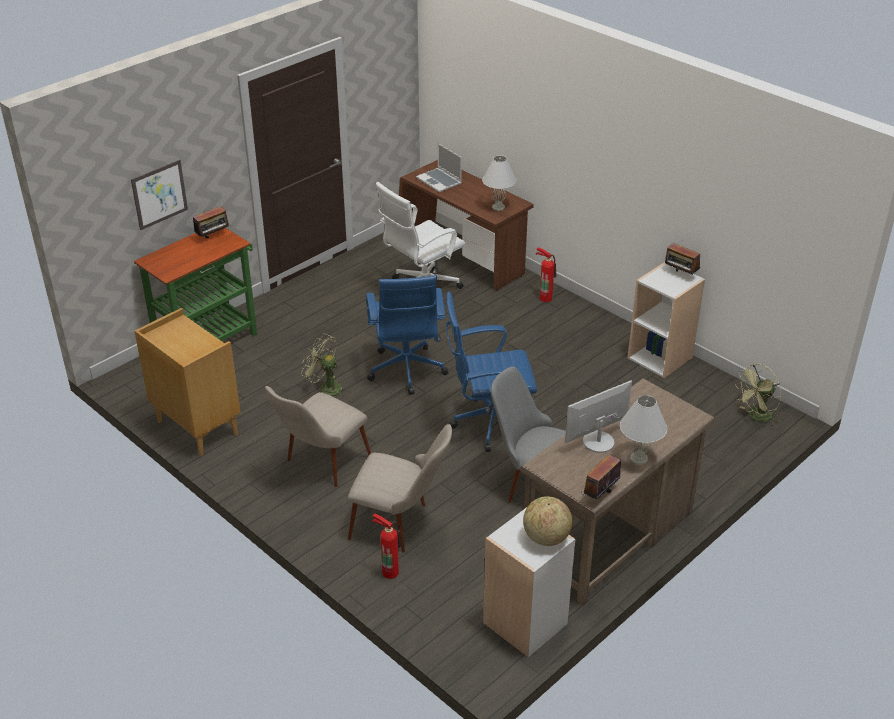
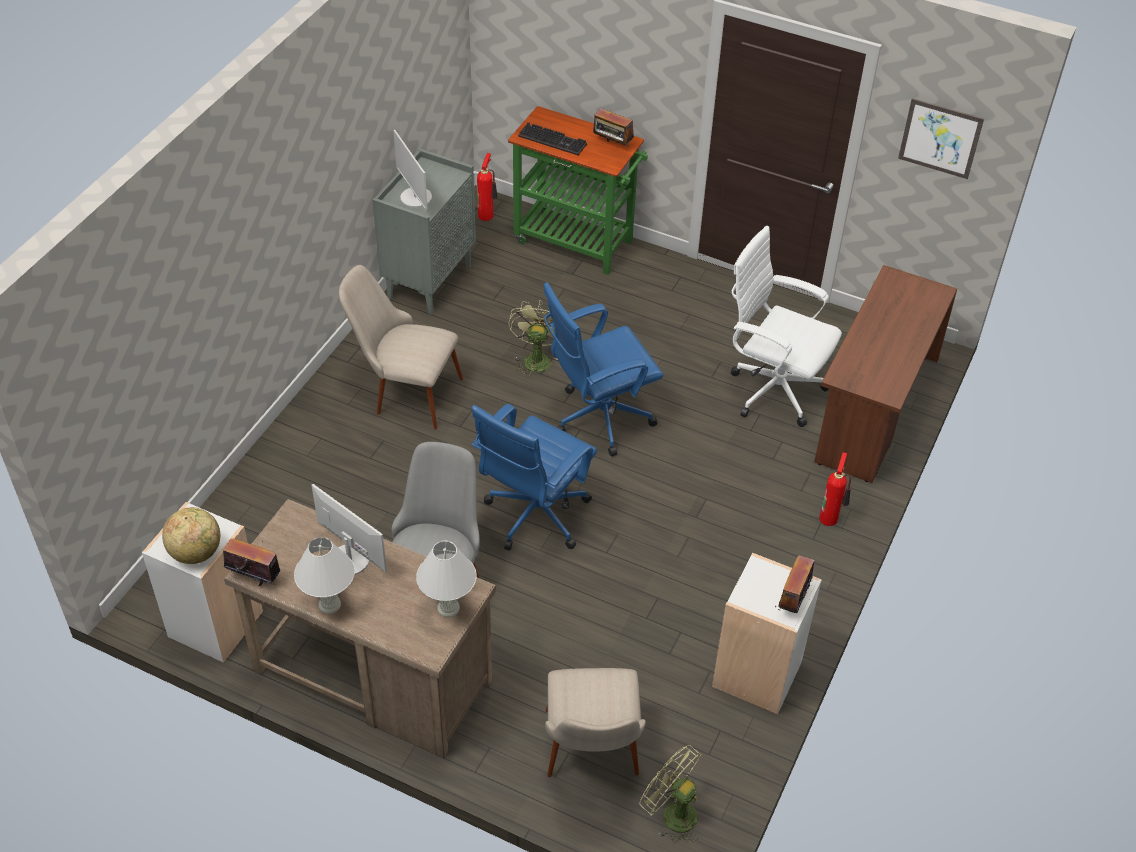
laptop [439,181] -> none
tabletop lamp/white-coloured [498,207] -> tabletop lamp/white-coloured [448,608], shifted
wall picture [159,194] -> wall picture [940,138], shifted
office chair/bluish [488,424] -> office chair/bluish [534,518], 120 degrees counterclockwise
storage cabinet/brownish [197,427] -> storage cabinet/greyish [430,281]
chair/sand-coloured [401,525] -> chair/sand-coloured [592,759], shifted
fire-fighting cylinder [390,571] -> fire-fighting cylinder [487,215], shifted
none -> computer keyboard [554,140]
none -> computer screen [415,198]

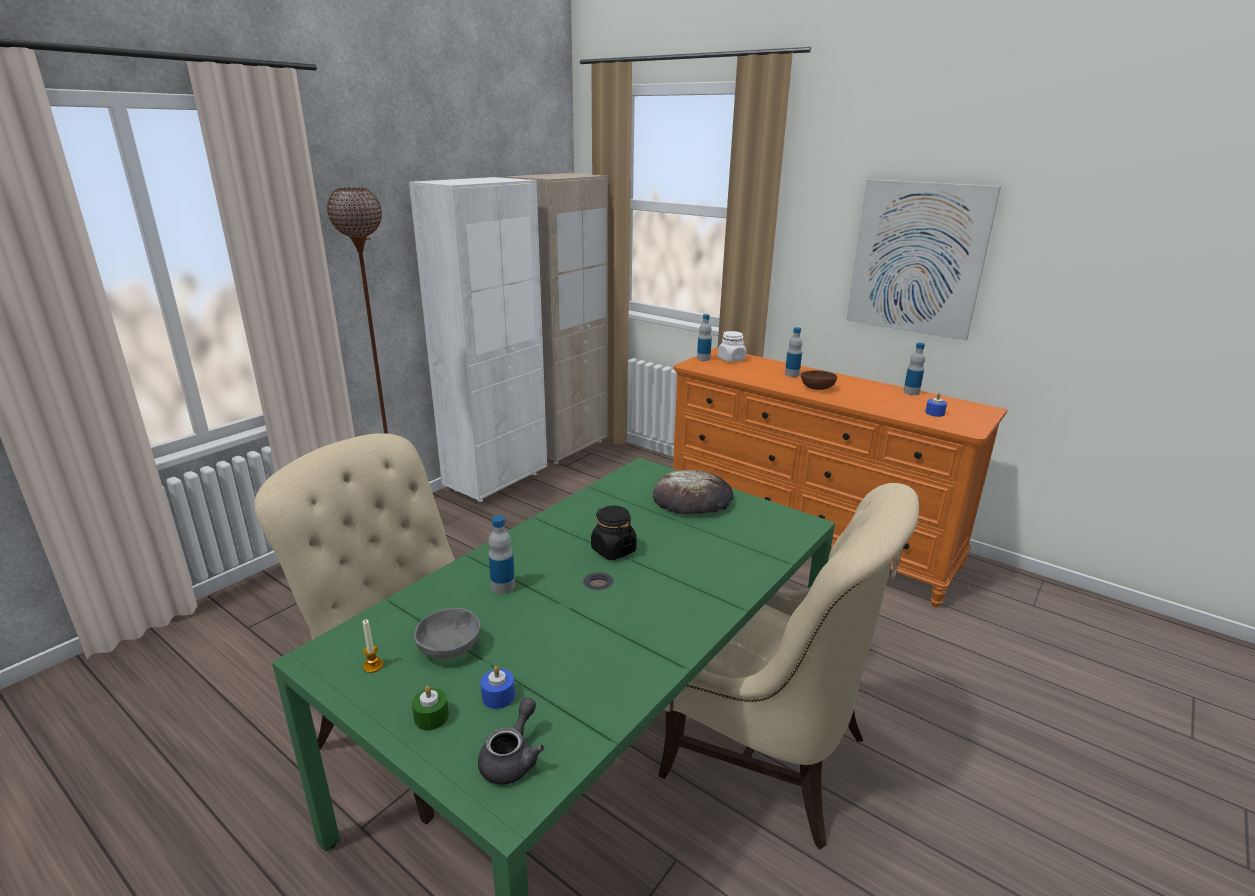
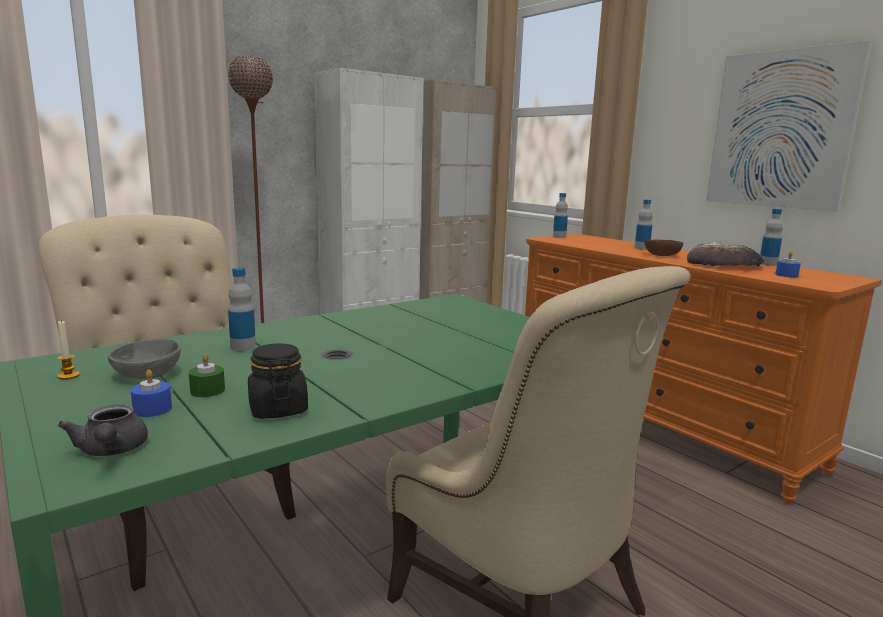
preserve jar/white-coloured [731,359] -> none
bakery bread [693,499] -> bakery bread [724,264], shifted
preserve jar/black [613,550] -> preserve jar/black [278,409], shifted
wax light/green-coloured [431,717] -> wax light/green-coloured [207,390], shifted
teapot/greyish [512,758] -> teapot/greyish [111,451], 120 degrees clockwise

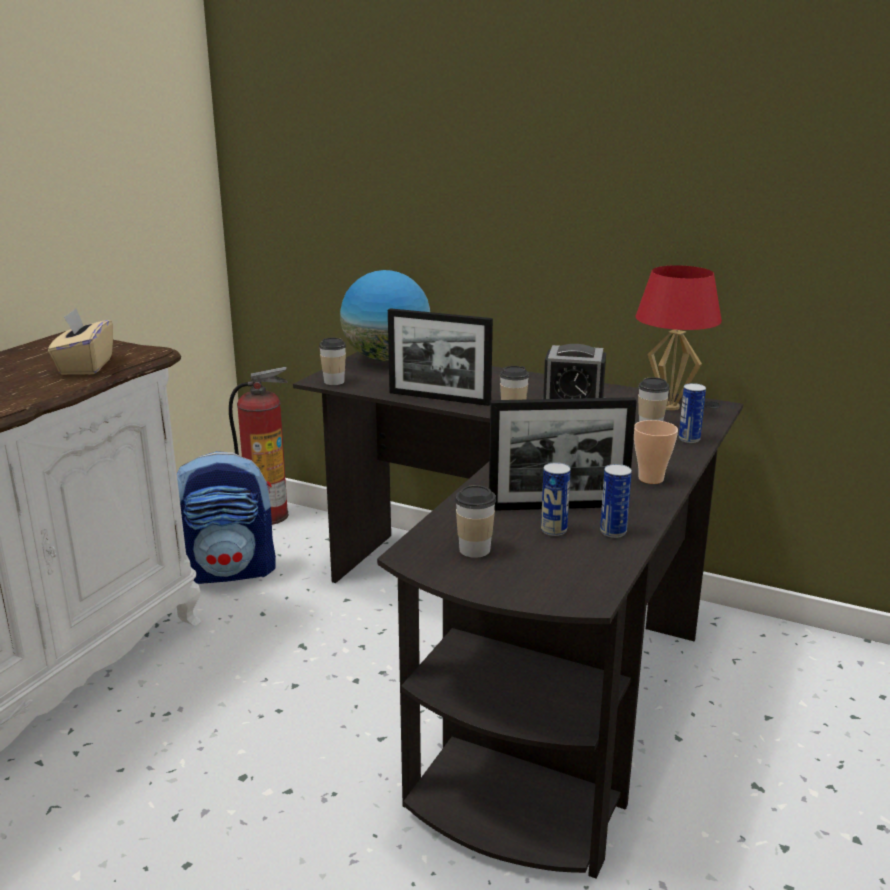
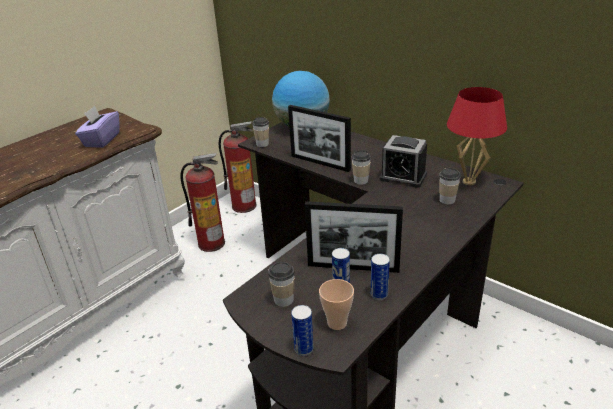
tissue box/sand-coloured [85,366] -> tissue box/purple [101,140]
metal can [689,439] -> metal can [304,349], shifted
small cup [651,479] -> small cup [337,323], shifted
backpack [229,571] -> fire-fighting cylinder [211,243]

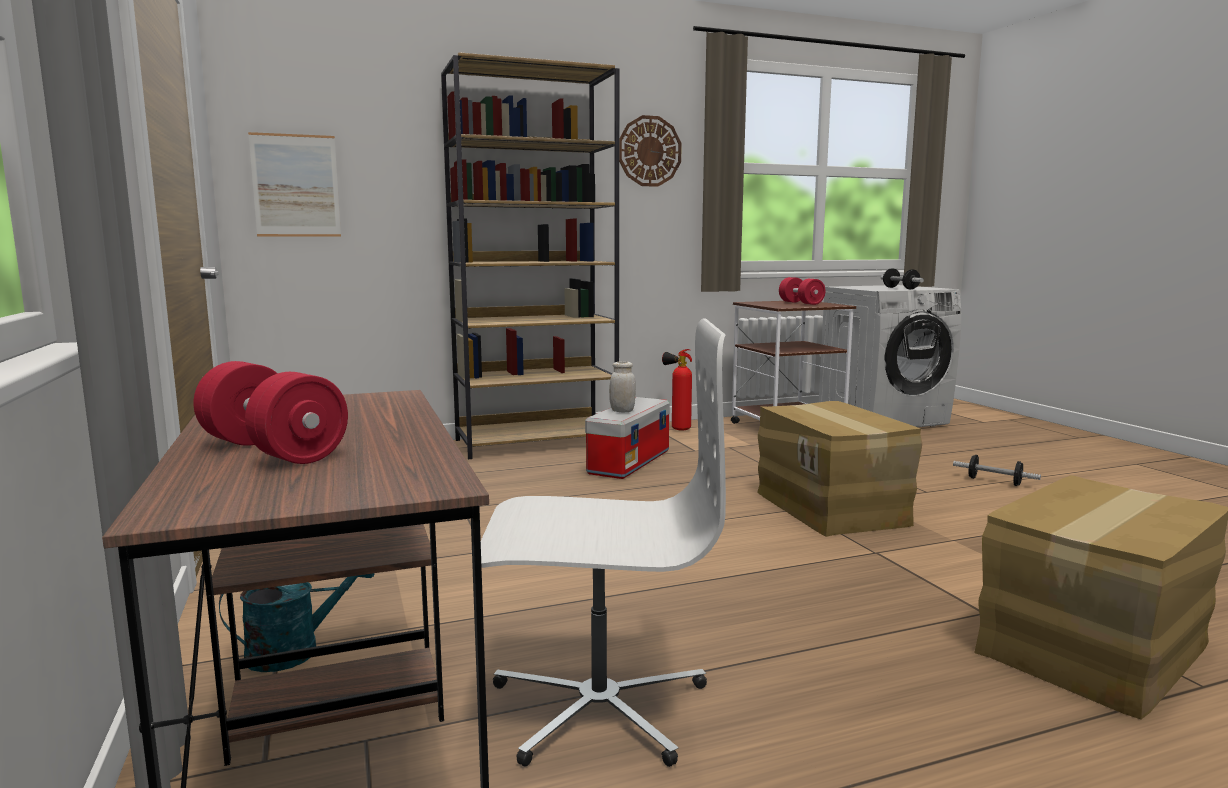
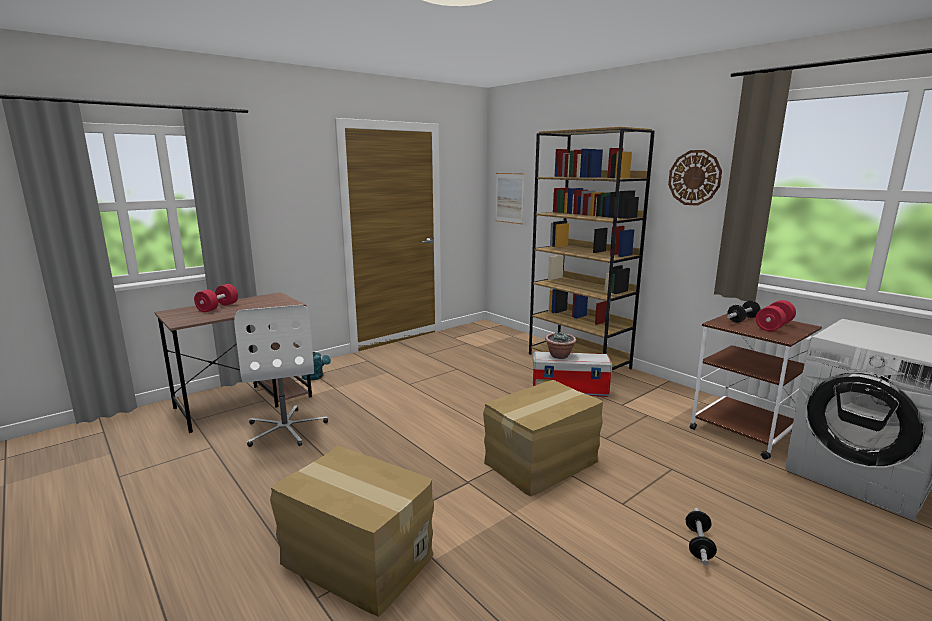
dumbbell [900,288] -> dumbbell [742,319], shifted
fire-fighting cylinder [677,429] -> none
preserve jar/white-coloured [622,411] -> potted plant [559,356]

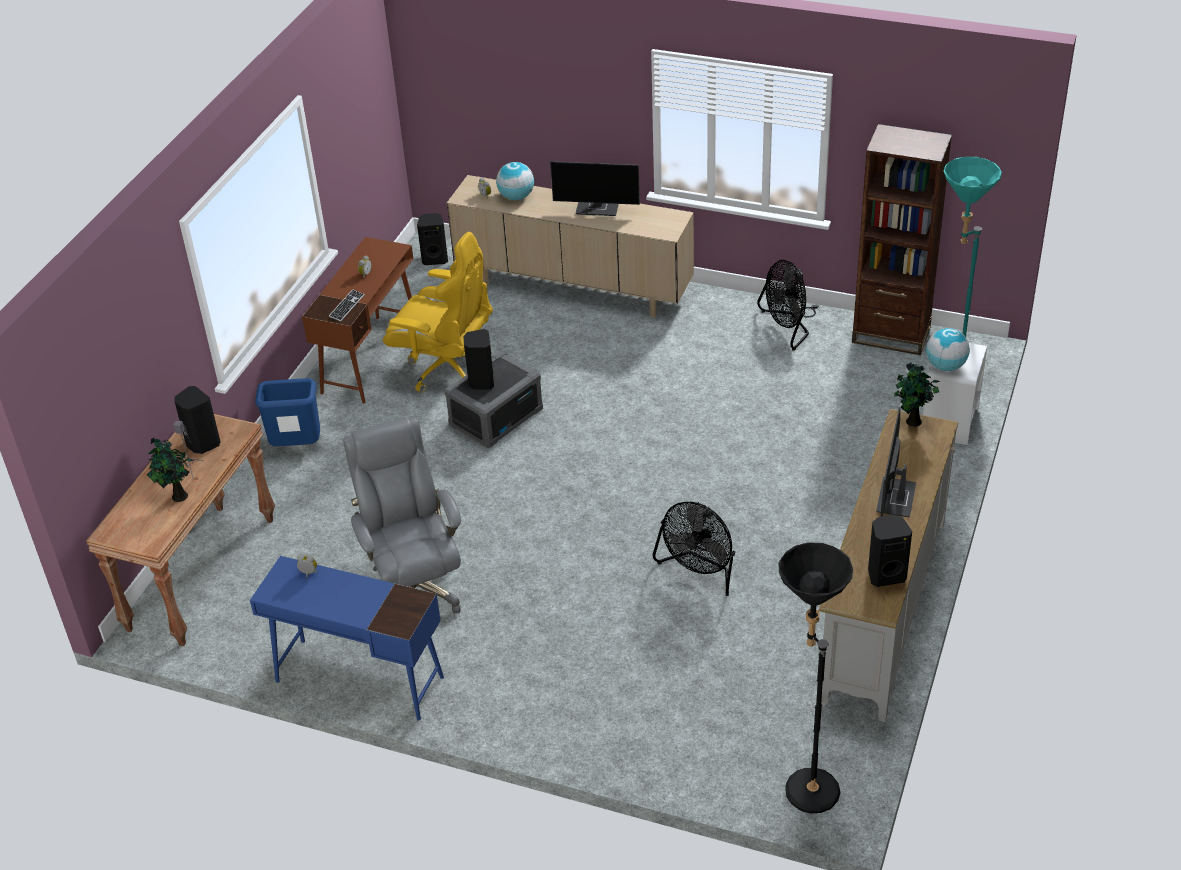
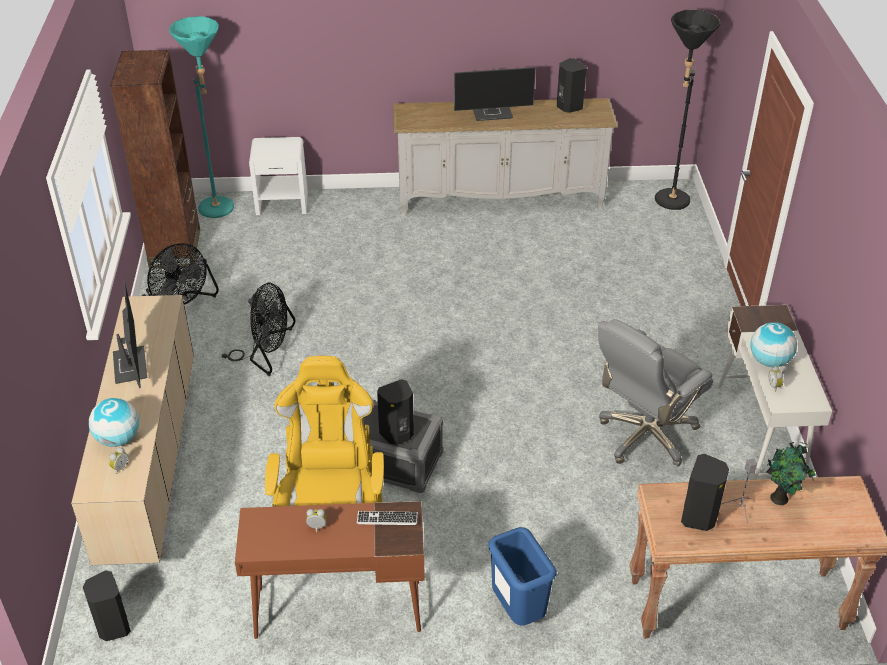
world globe [945,366] -> world globe [769,361], shifted
potted plant [912,422] -> none
fan/black [699,567] -> fan/black [265,351], shifted
desk table/bluish [358,679] -> desk table/white-coloured [759,435]

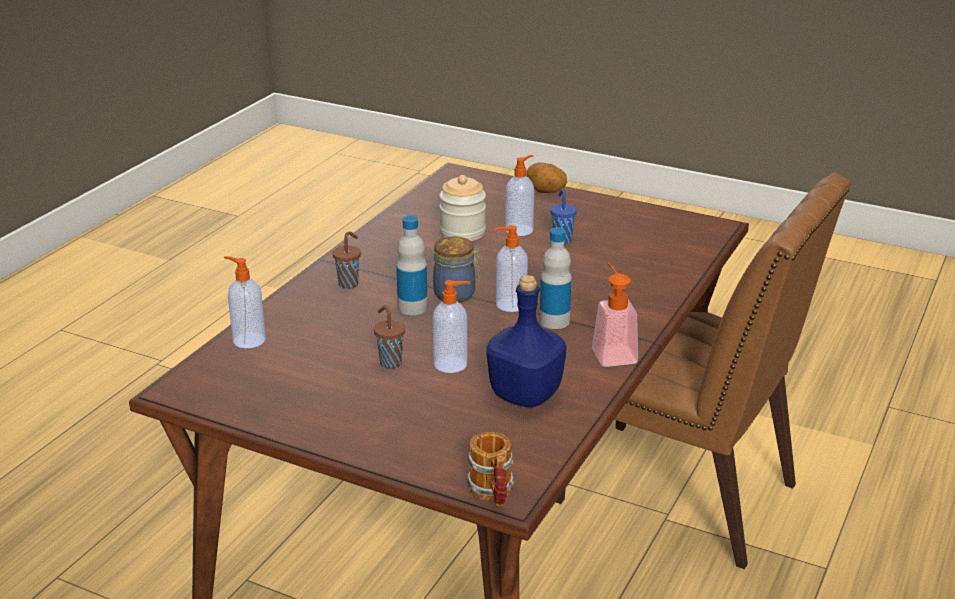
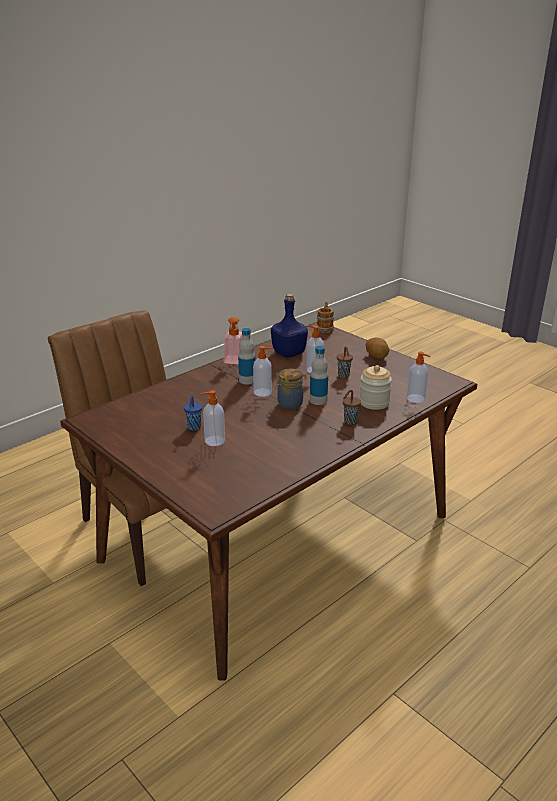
whole potato [545,192] -> whole potato [377,356], shifted
preserve jar [462,232] -> preserve jar [374,402], shifted

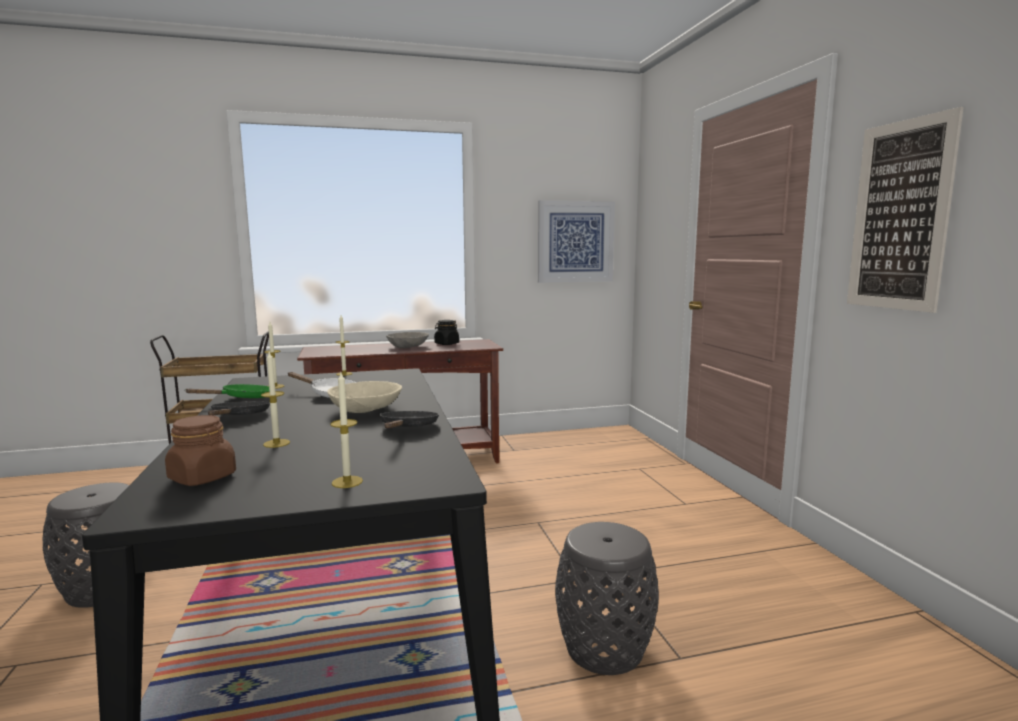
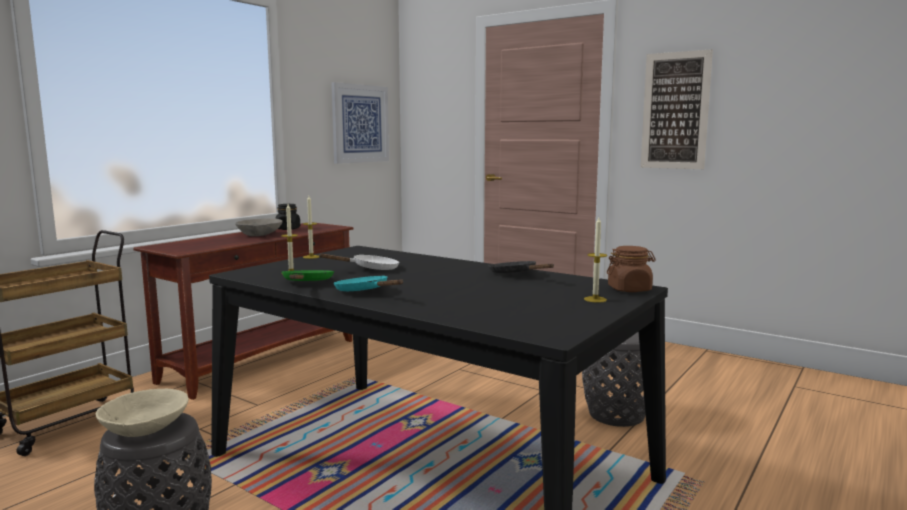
wax light [276,443] -> none
bowl/sand-coloured [366,409] -> bowl/sand-coloured [146,427], shifted
pan/black [239,417] -> pan/turquoise-coloured [365,292]
preserve jar/brownish [203,477] -> preserve jar/brownish [629,289], shifted

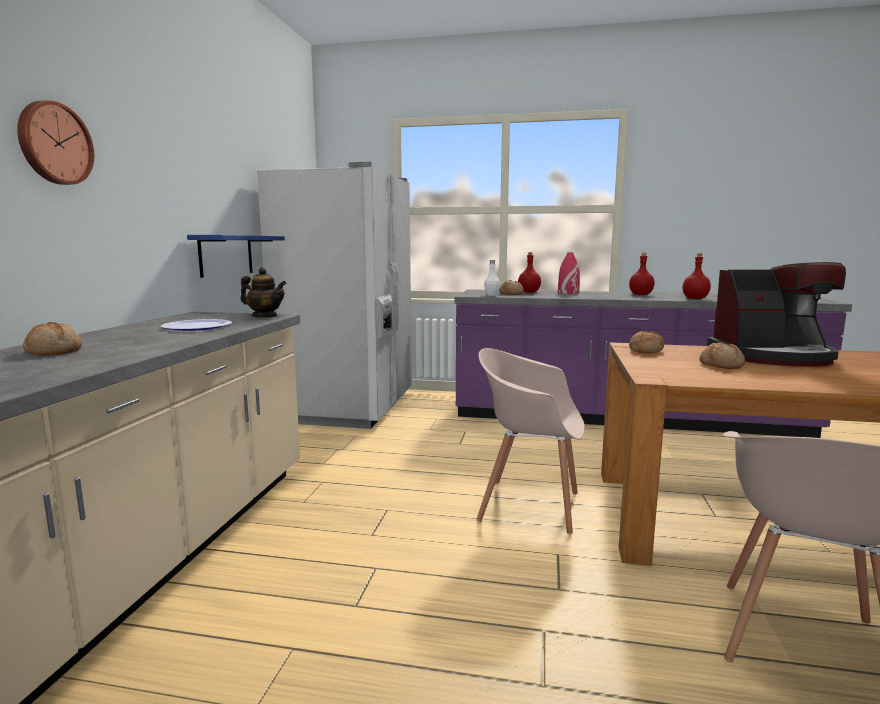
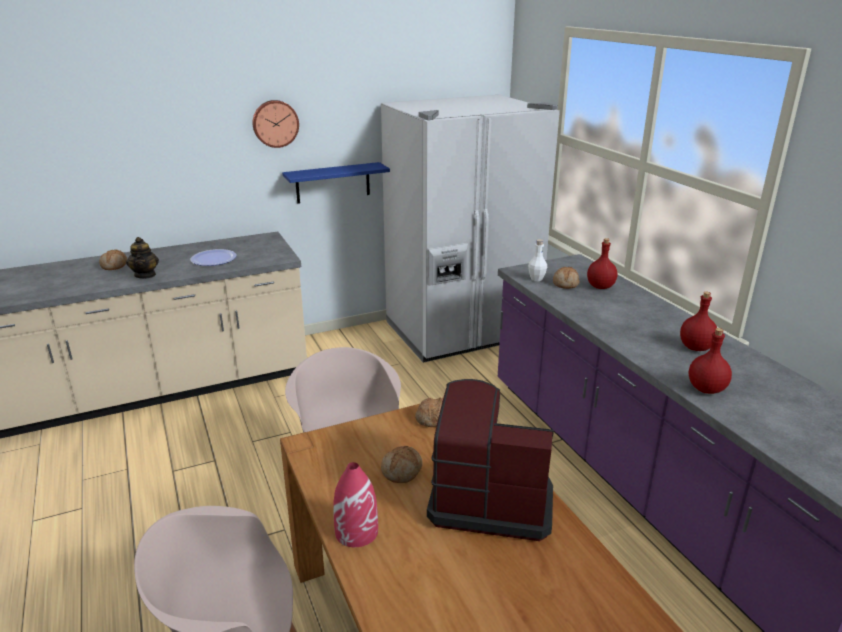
clock on the wall [54,143] -> clock on the wall [275,123], shifted
vase/reddish [568,293] -> vase/reddish [356,531], shifted
coffee maker [772,356] -> coffee maker [490,499], 135 degrees clockwise
teapot [265,317] -> teapot [145,275], shifted

